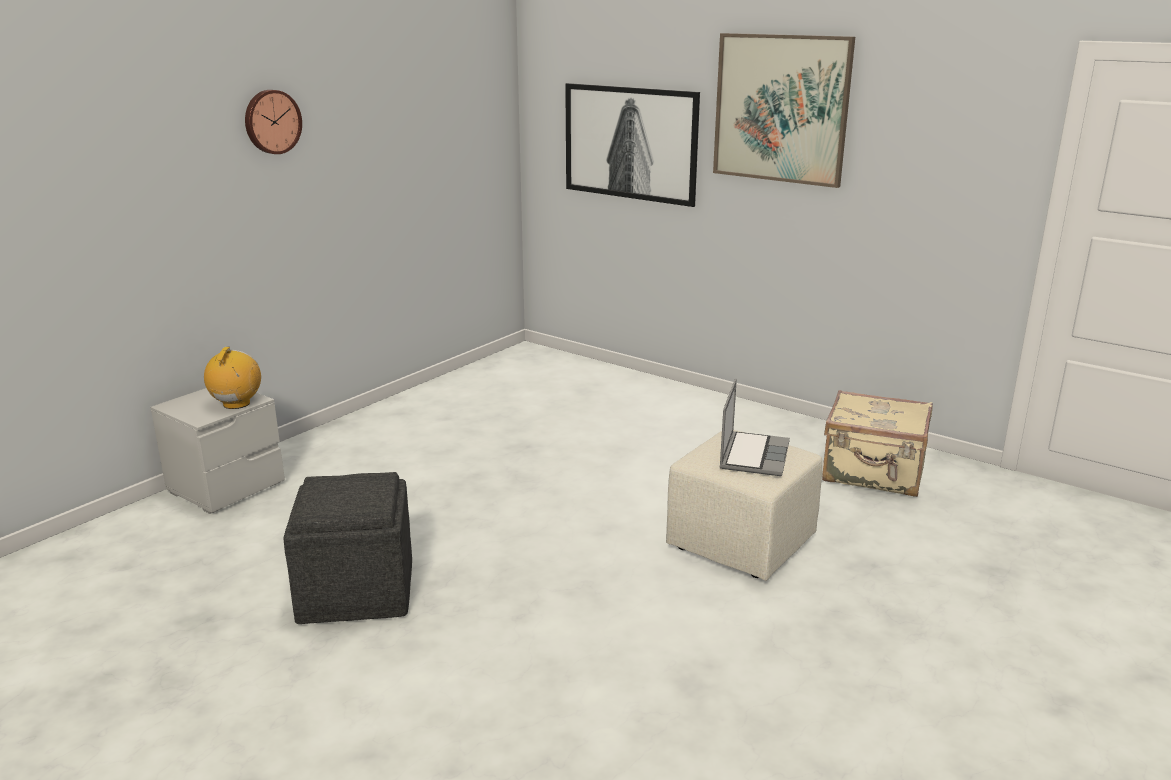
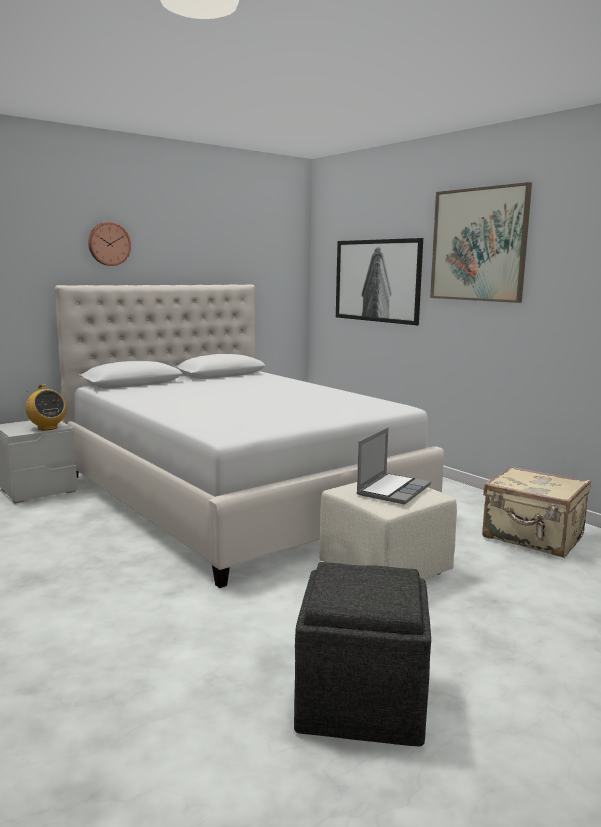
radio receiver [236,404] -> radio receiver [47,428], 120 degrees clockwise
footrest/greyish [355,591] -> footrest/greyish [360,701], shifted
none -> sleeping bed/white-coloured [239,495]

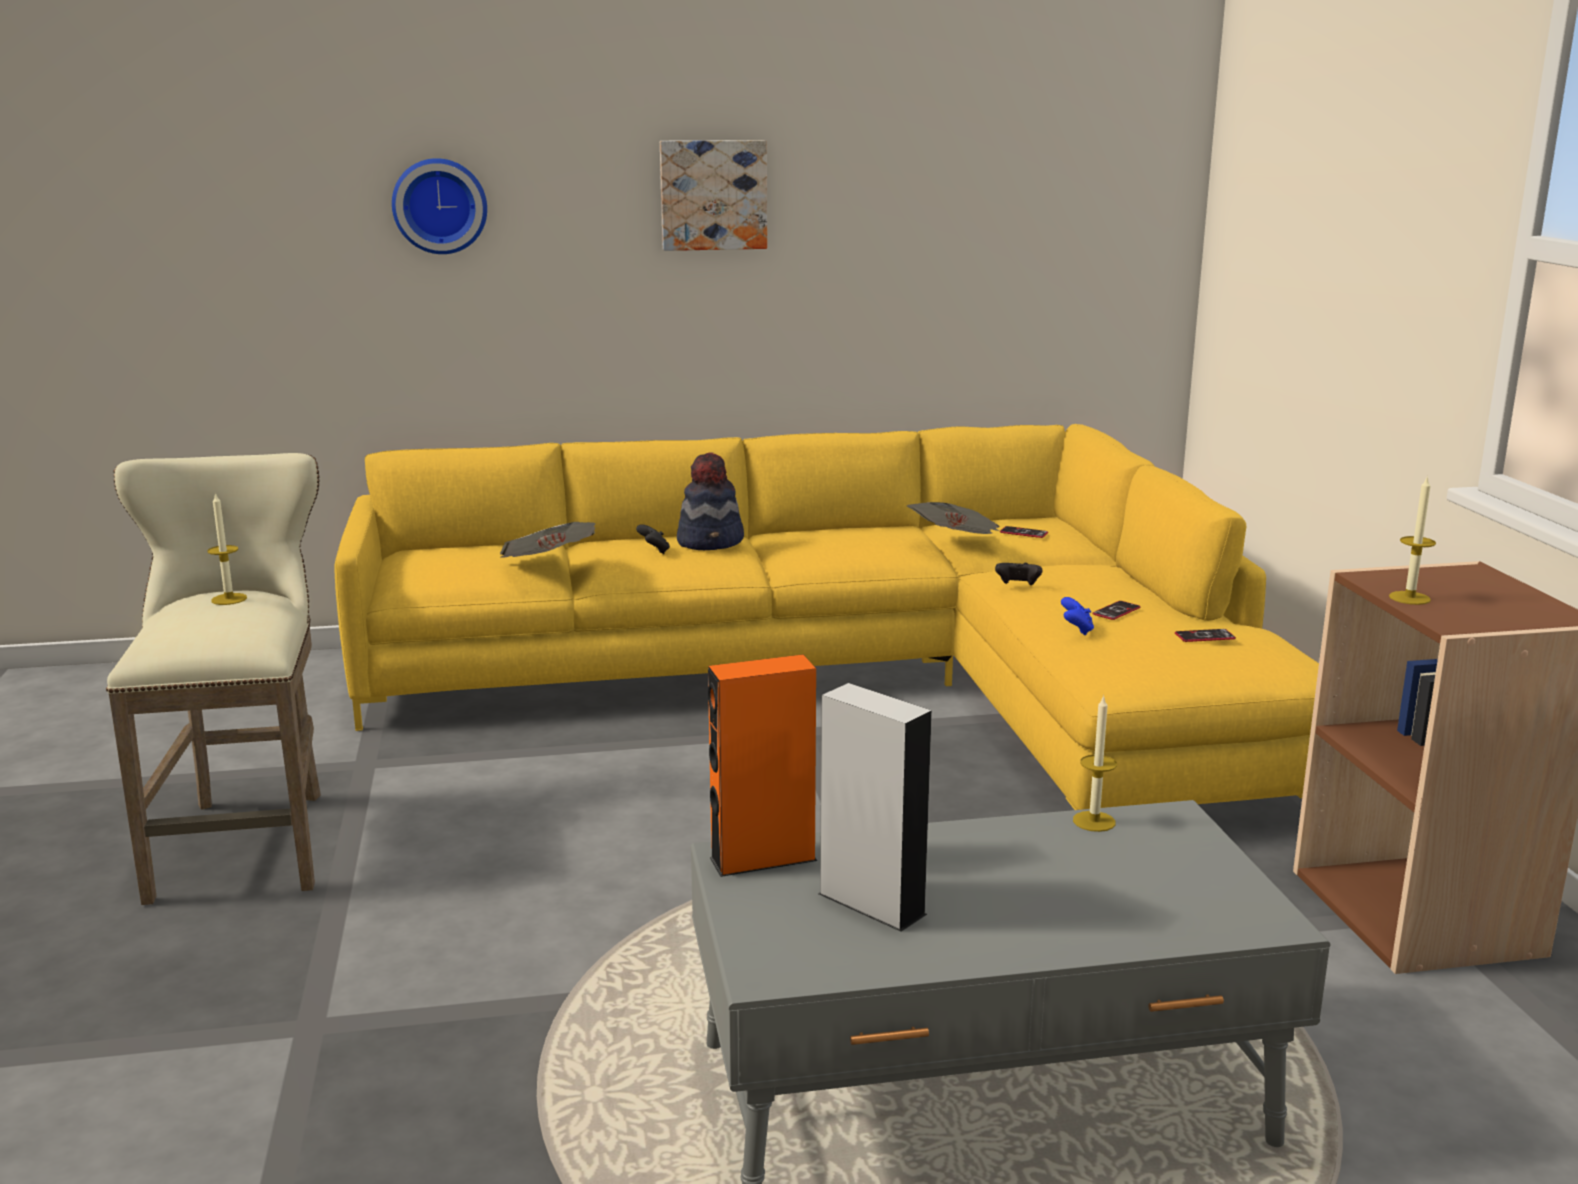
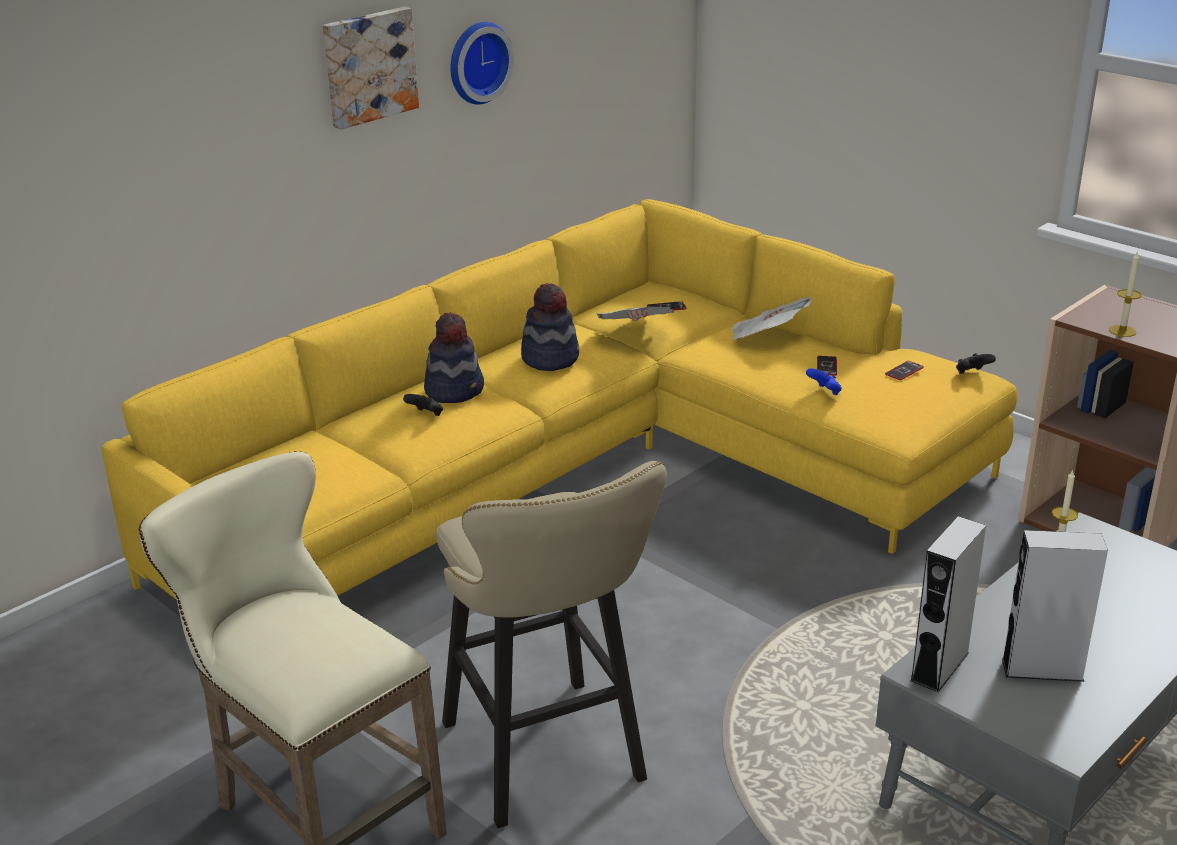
clock on the wall [440,206] -> clock on the wall [476,62], shifted
wax light [229,599] -> none
daily paper [548,566] -> daily paper [767,338], shifted
gamepad/black [1018,586] -> gamepad/black [972,373], shifted
speaker/orange-coloured [763,859] -> speaker/greyish [939,666]
none -> clothing hat [550,358]
none -> stool seat/sand-coloured [551,766]

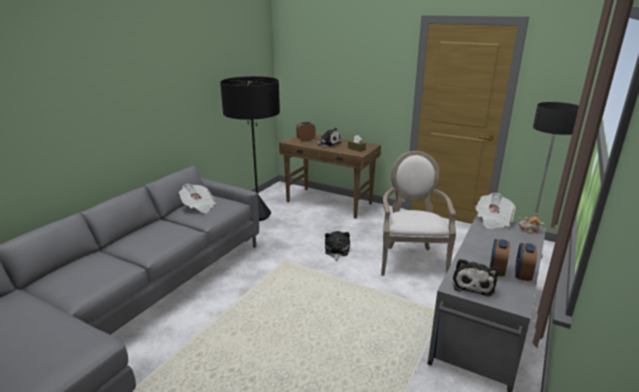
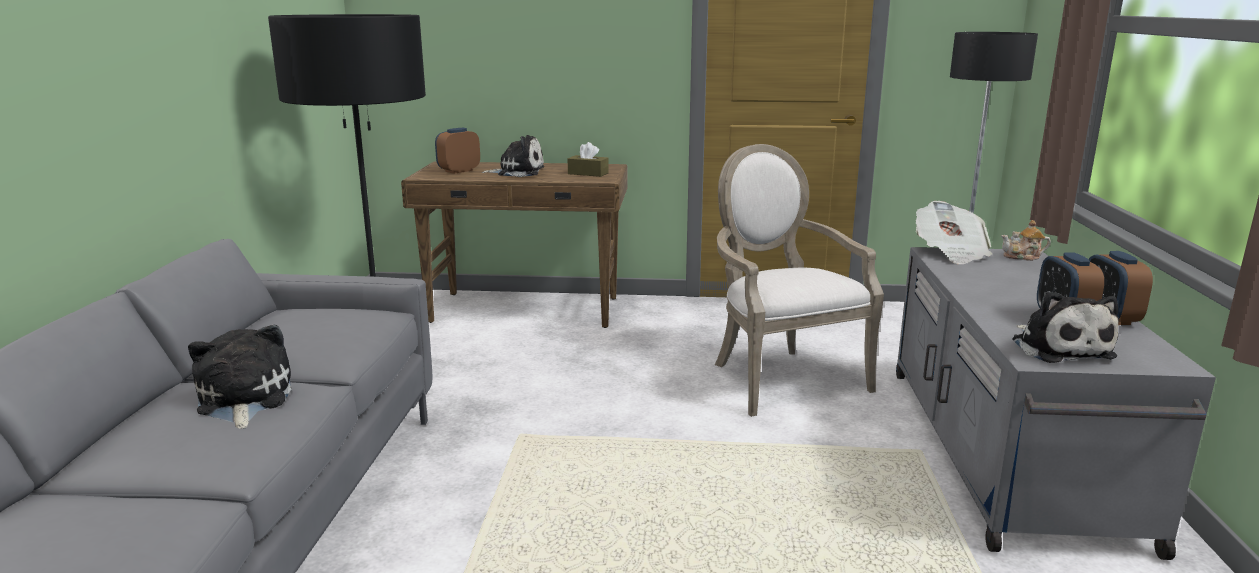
daily paper [199,206] -> none
plush toy [336,251] -> plush toy [243,400], shifted

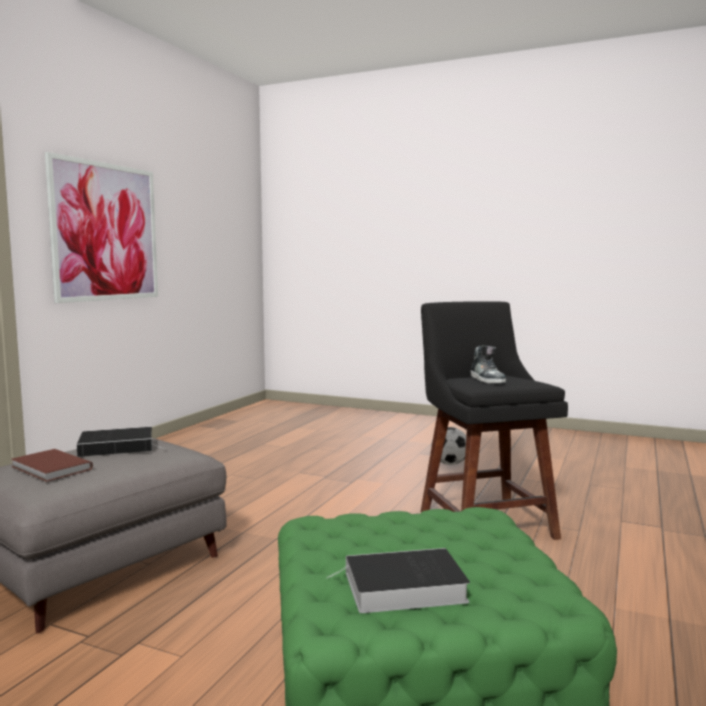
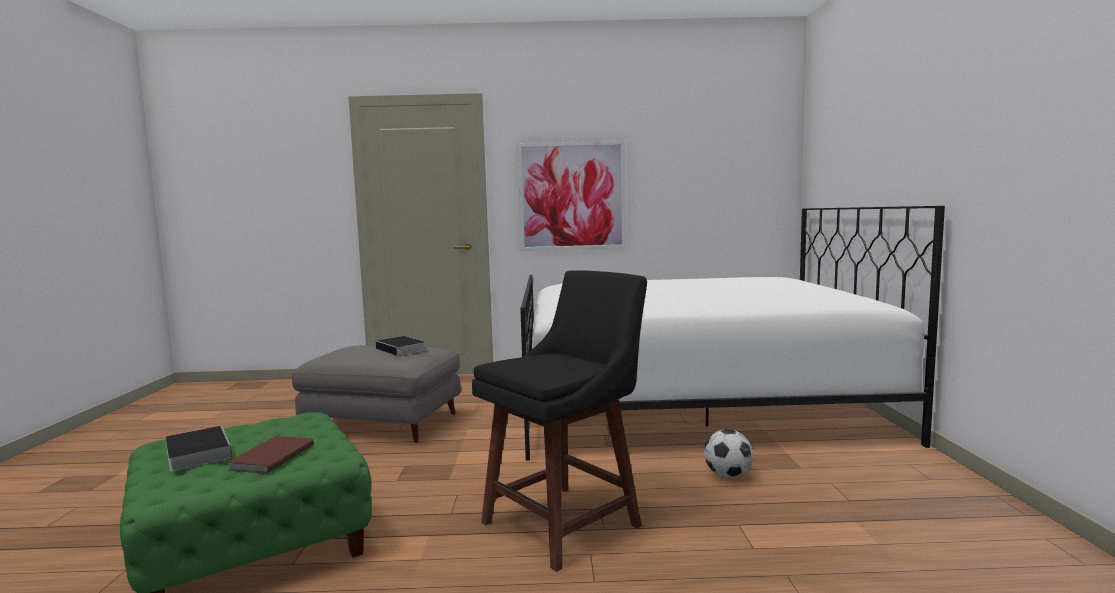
low shoe [487,380] -> none
book/brownish [50,468] -> book/brownish [270,457], shifted
none -> sleeping bed/white-coloured [692,404]

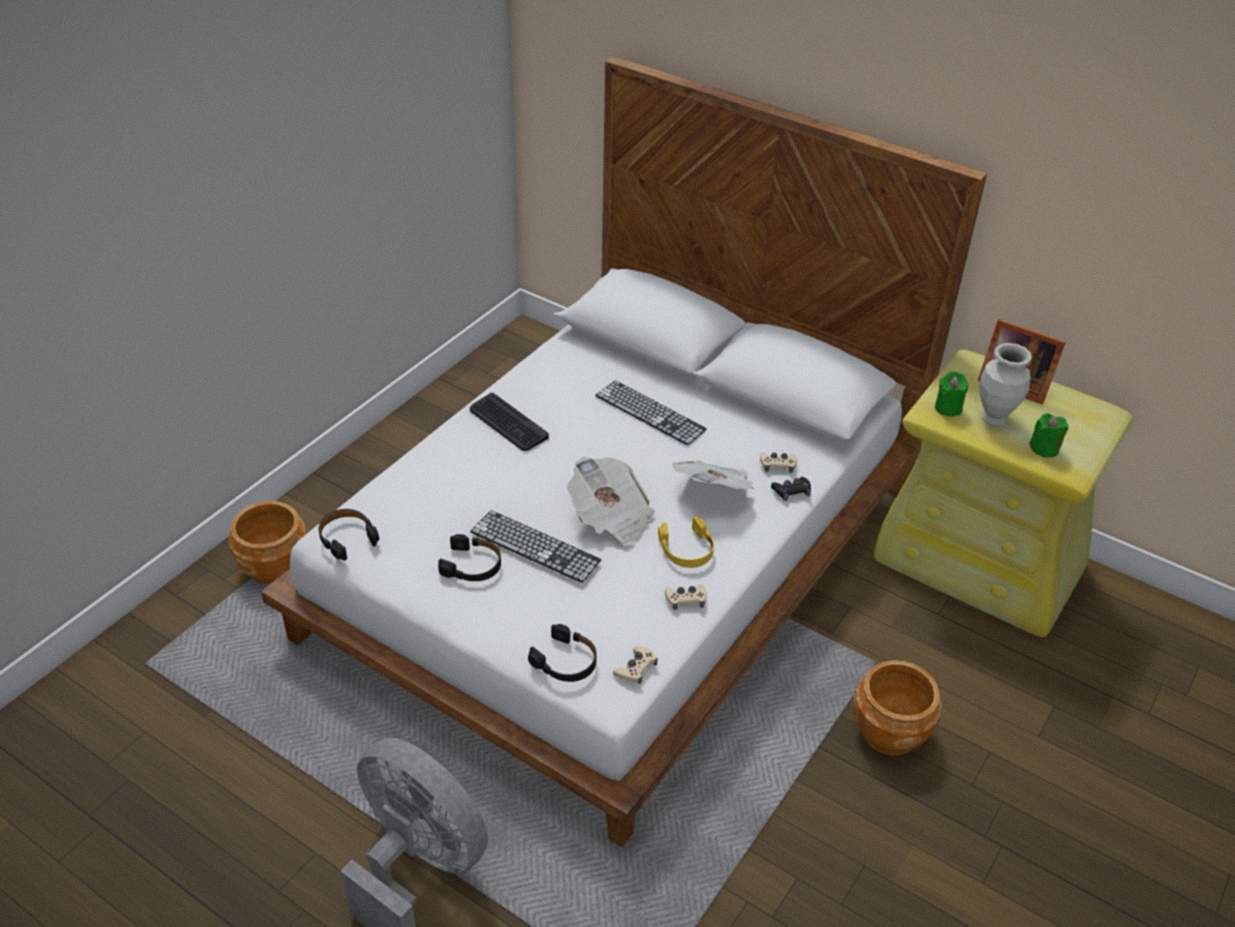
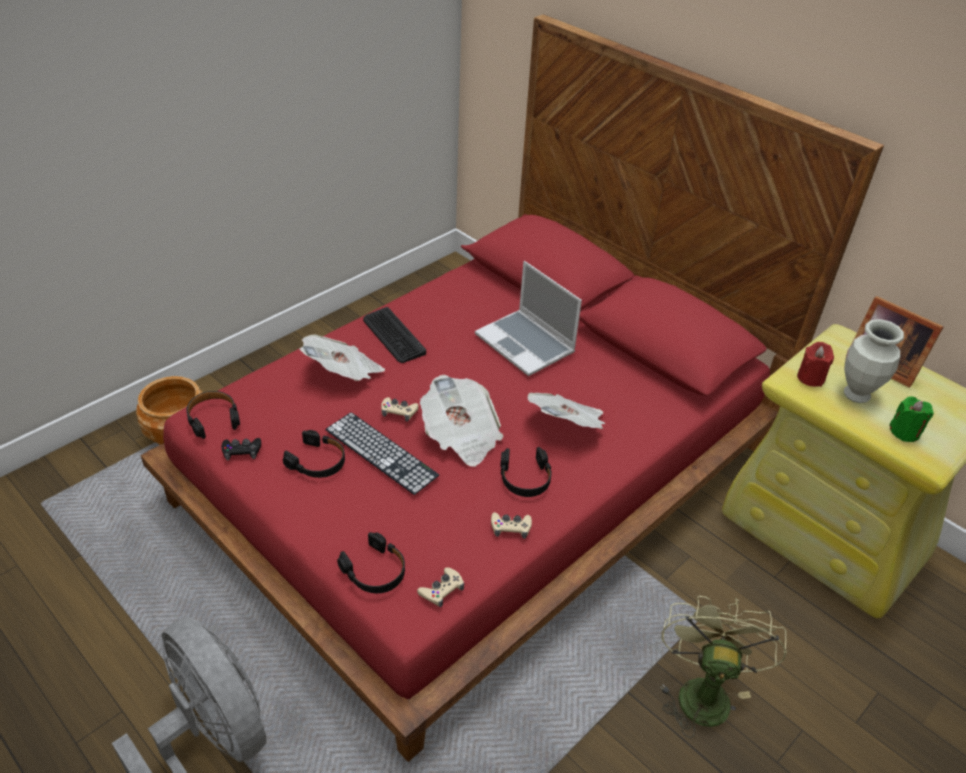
sleeping bed/white-coloured [616,559] -> sleeping bed/reddish [479,475]
wax light/green-coloured [948,408] -> wax light/reddish [810,378]
computer keyboard [650,412] -> laptop [526,344]
gamepad/sand-coloured [777,465] -> gamepad/sand-coloured [399,411], shifted
gamepad/black [791,491] -> gamepad/black [242,451], shifted
headphones/yellow [687,549] -> headphones/black [525,478]
flower pot/brownish [889,733] -> fan/green-coloured [702,690]
none -> daily paper [344,374]

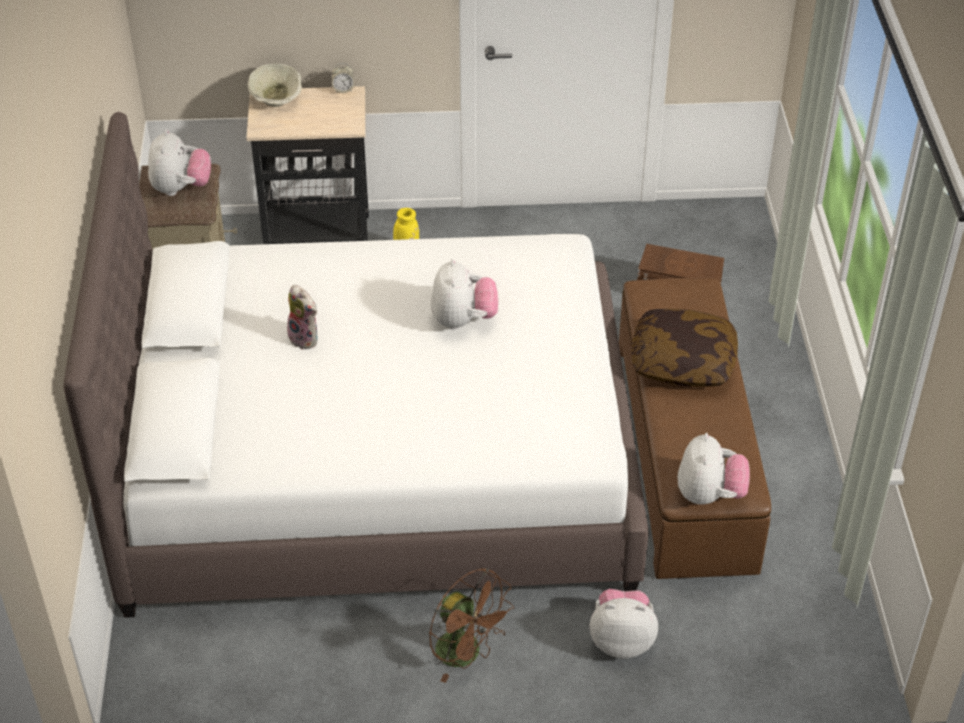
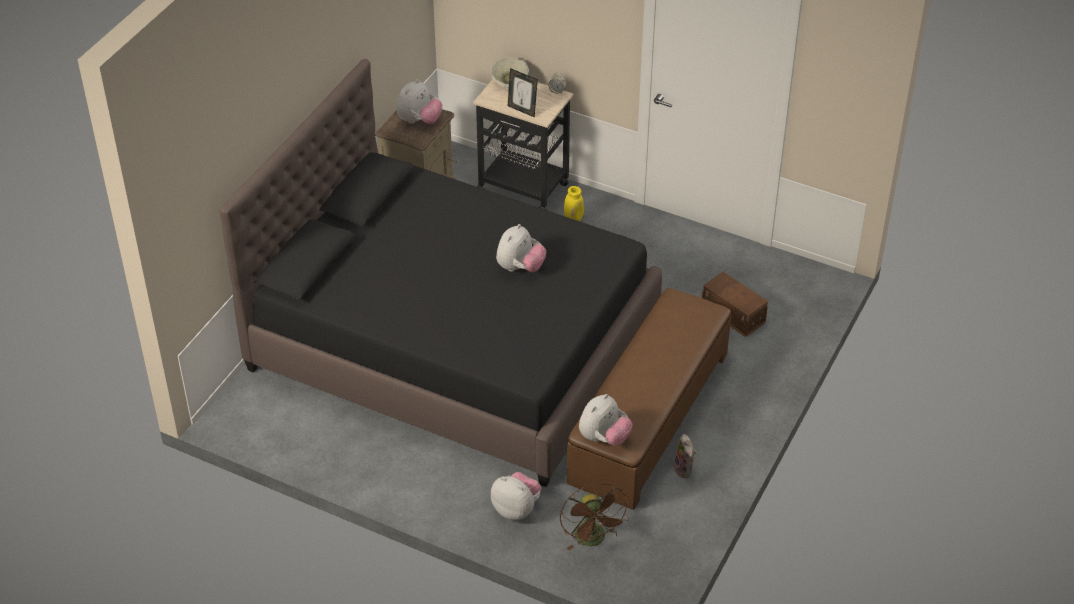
sleeping bed/white-coloured [378,464] -> sleeping bed/black [454,344]
plush toy [306,338] -> plush toy [684,469], shifted
pillow [683,362] -> none
fan/brownish [467,654] -> fan/brownish [593,540], shifted
none -> picture frame [522,110]

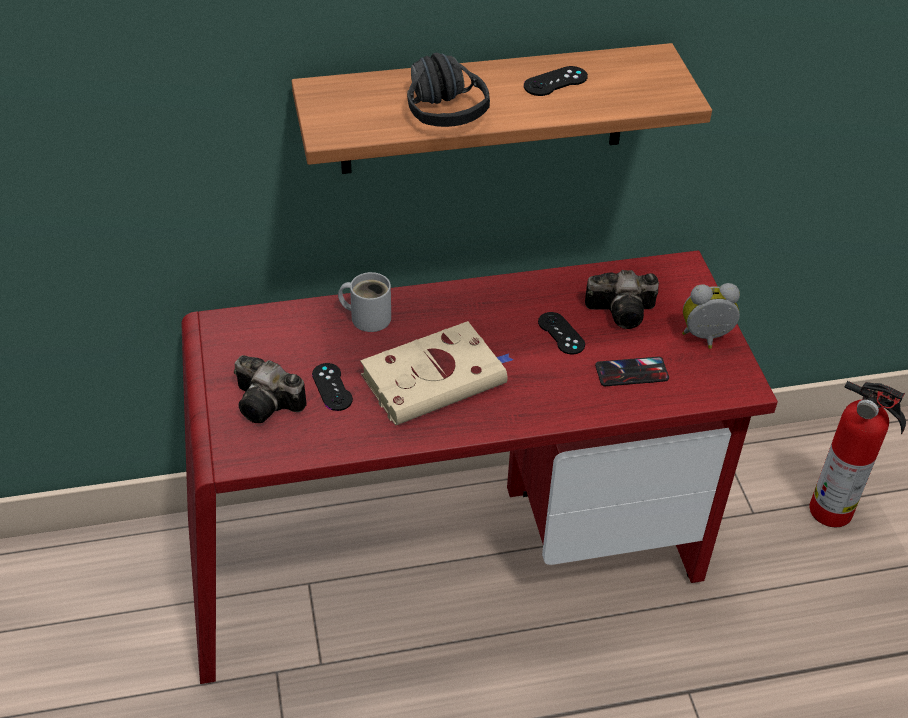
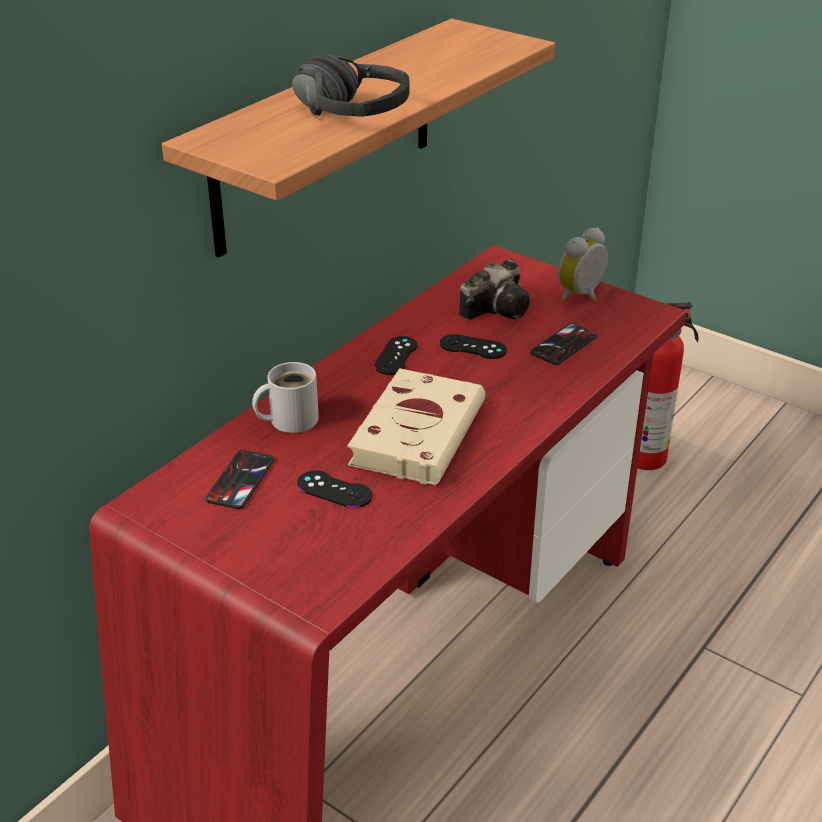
gamepad/black [555,81] -> gamepad/black [396,356], shifted
photo camera [269,404] -> none
none -> telephone [240,480]

